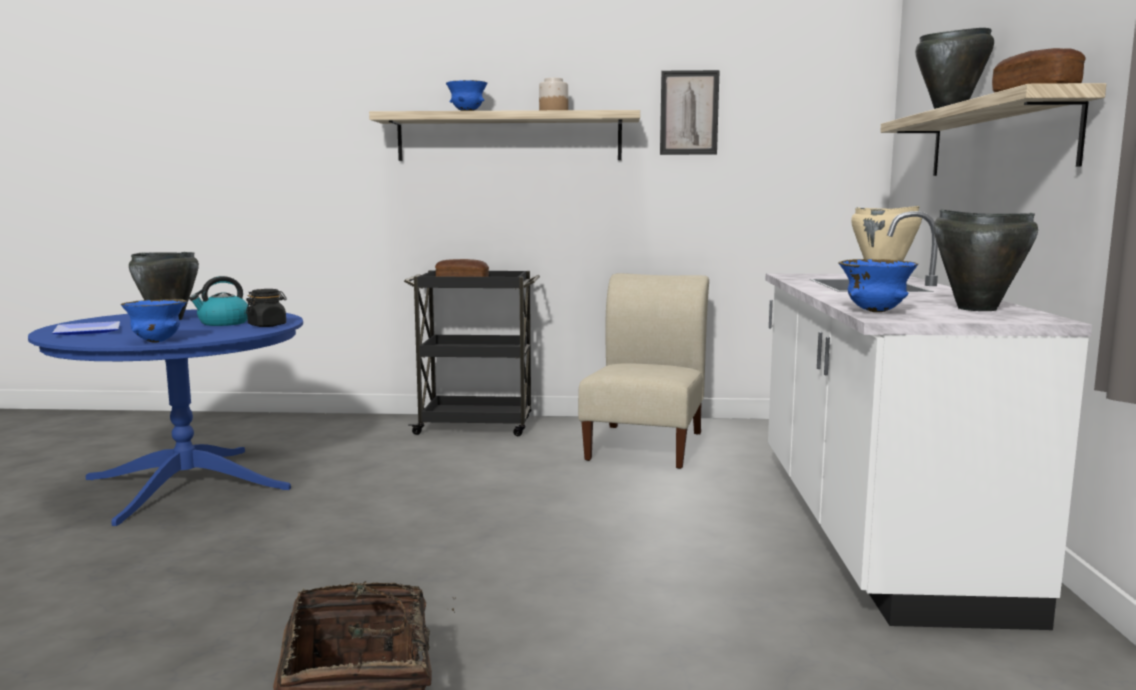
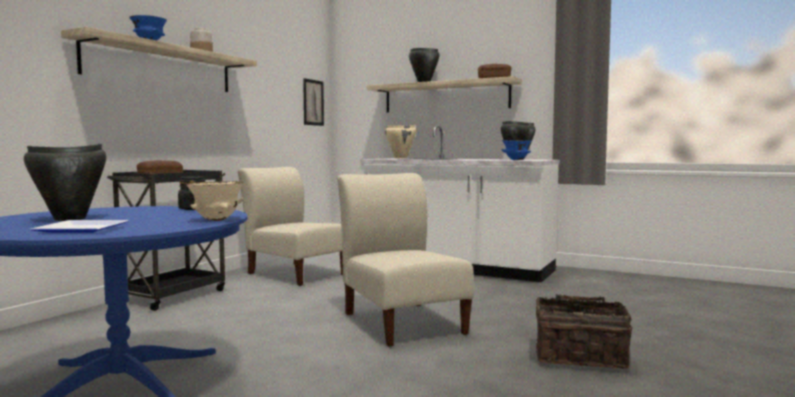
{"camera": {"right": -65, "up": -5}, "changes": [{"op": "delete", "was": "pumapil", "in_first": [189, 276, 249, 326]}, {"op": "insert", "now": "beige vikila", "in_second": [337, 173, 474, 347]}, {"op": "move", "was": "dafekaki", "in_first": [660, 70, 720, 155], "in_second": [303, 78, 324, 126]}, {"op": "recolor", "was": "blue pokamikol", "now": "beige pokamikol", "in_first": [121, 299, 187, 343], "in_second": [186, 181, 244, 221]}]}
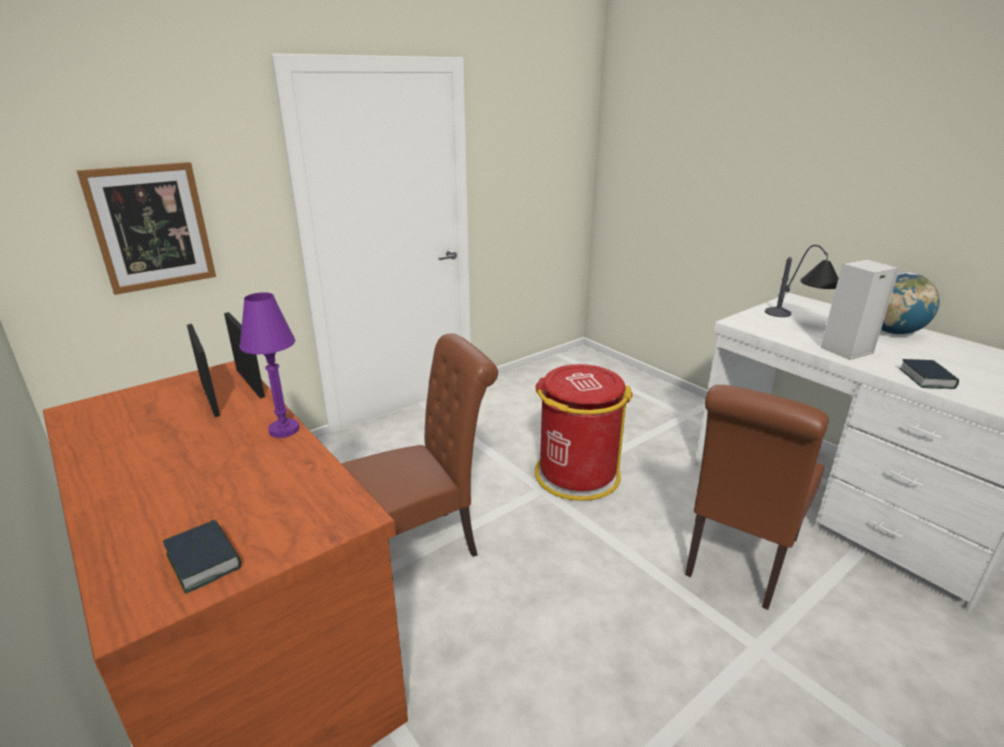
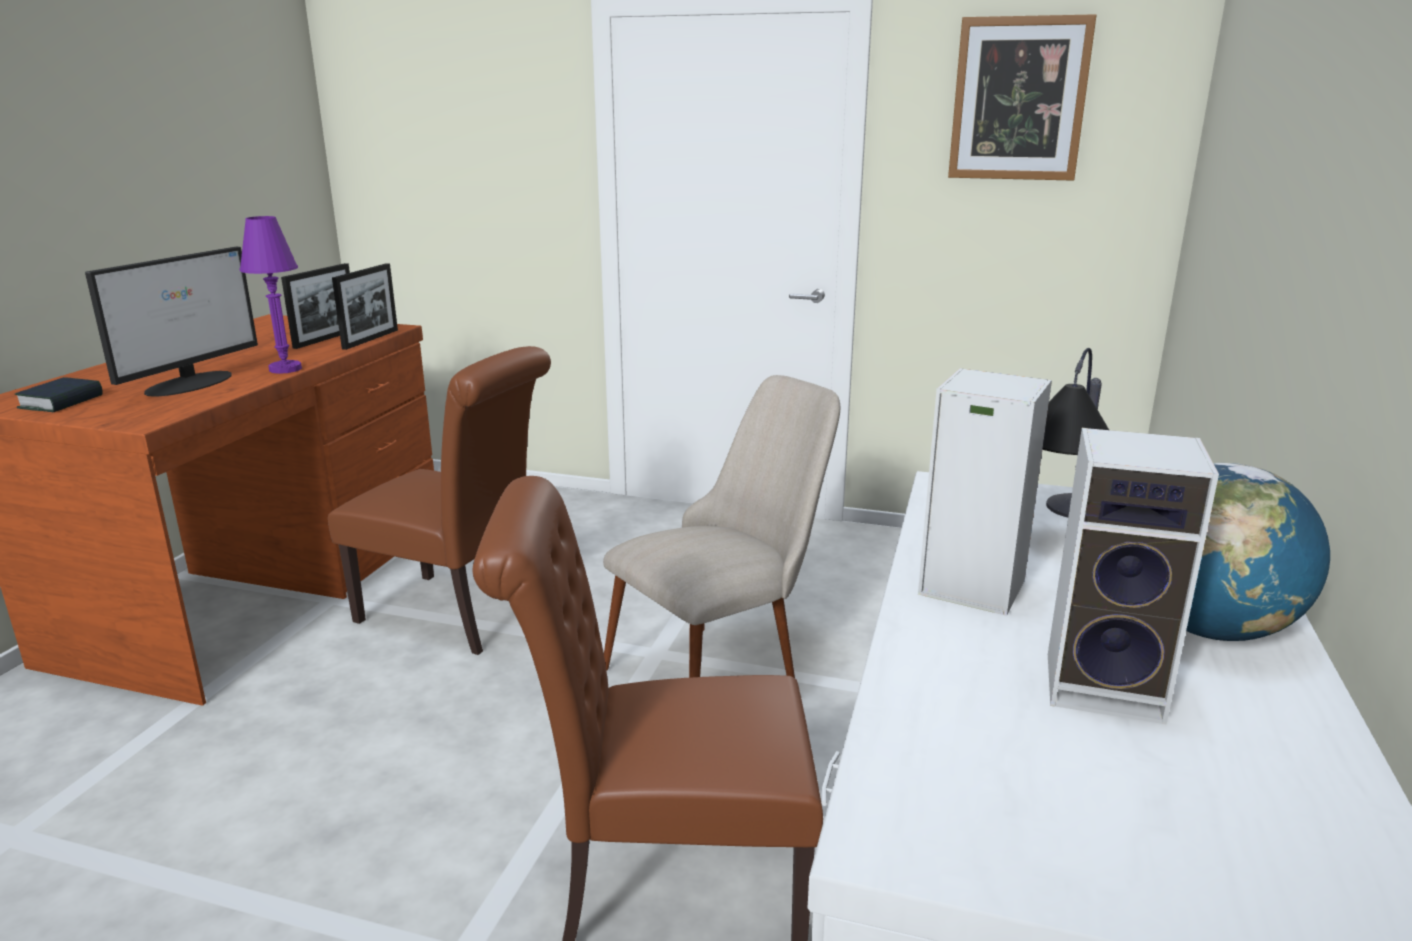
{"camera": {"right": 55, "up": -5}, "changes": [{"op": "delete", "was": "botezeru", "in_first": [899, 359, 959, 389]}, {"op": "insert", "now": "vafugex", "in_second": [85, 247, 258, 397]}, {"op": "insert", "now": "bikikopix", "in_second": [1048, 428, 1219, 725]}, {"op": "move", "was": "dafekaki", "in_first": [77, 162, 216, 295], "in_second": [948, 14, 1096, 181]}, {"op": "replace", "was": "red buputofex", "now": "beige vikila", "in_first": [535, 364, 633, 501], "in_second": [603, 375, 840, 678]}]}
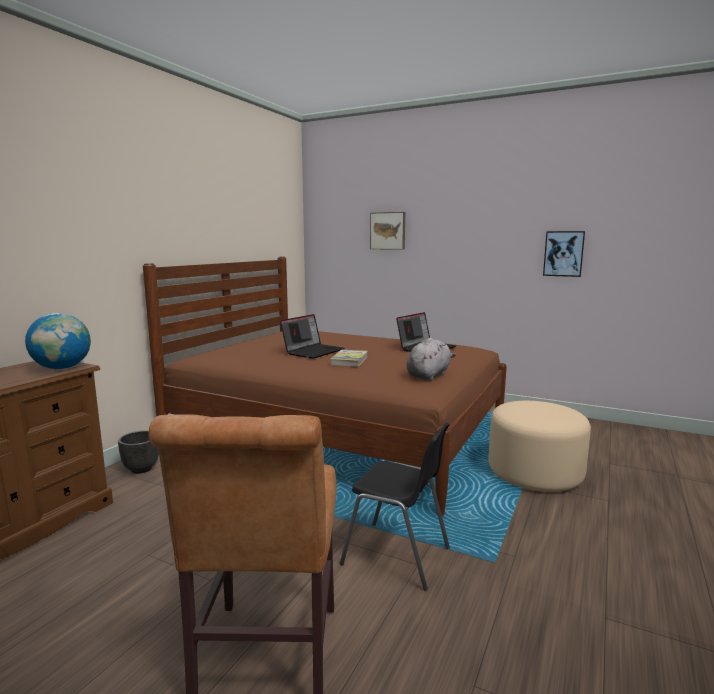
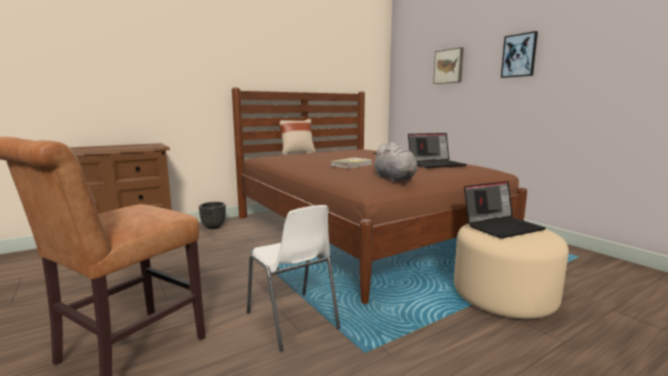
{"camera": {"right": 30, "up": 0}, "changes": [{"op": "delete", "was": "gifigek", "in_first": [25, 313, 91, 369]}, {"op": "insert", "now": "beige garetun", "in_second": [279, 119, 316, 154]}, {"op": "move", "was": "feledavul", "in_first": [280, 314, 345, 359], "in_second": [464, 181, 546, 239]}, {"op": "move", "was": "dafekaki", "in_first": [543, 231, 585, 277], "in_second": [501, 31, 538, 78]}, {"op": "recolor", "was": "black vikila", "now": "white vikila", "in_first": [340, 423, 450, 591], "in_second": [247, 205, 341, 351]}, {"op": "rotate", "was": "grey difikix", "in_first": [407, 338, 456, 381], "in_second": [372, 142, 418, 182], "clockwise": 90}]}
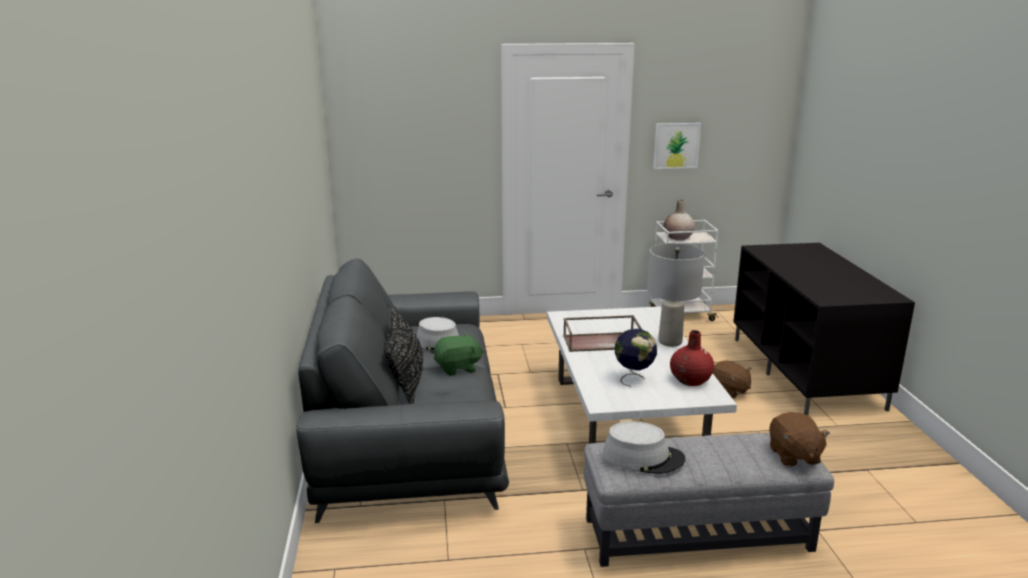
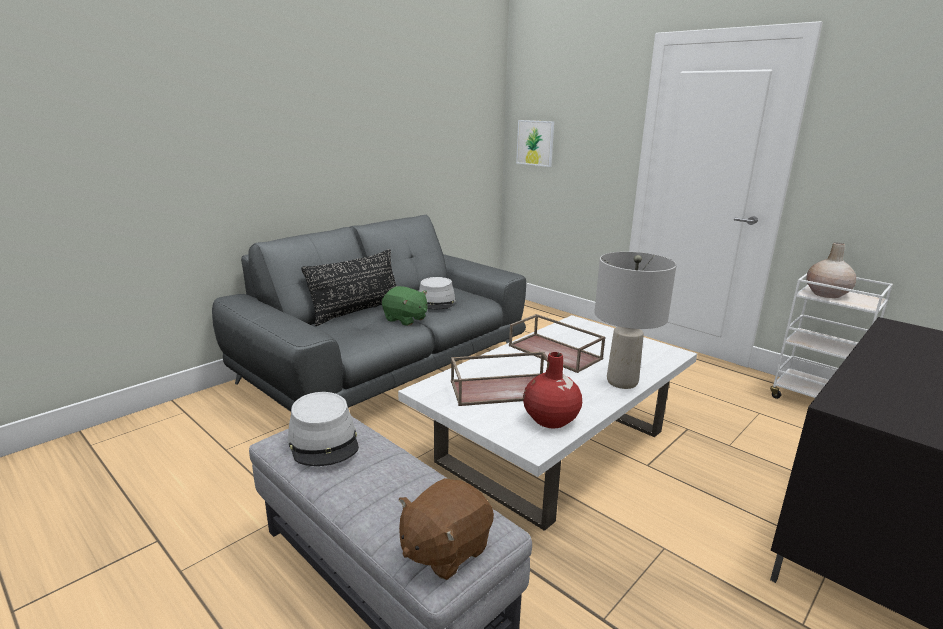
{"camera": {"right": 50, "up": 0}, "changes": [{"op": "delete", "was": "brown difikix", "in_first": [713, 360, 752, 399]}, {"op": "move", "was": "dafekaki", "in_first": [653, 123, 701, 169], "in_second": [516, 120, 554, 167]}, {"op": "replace", "was": "gifigek", "now": "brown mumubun", "in_first": [615, 328, 657, 387], "in_second": [451, 352, 548, 406]}]}
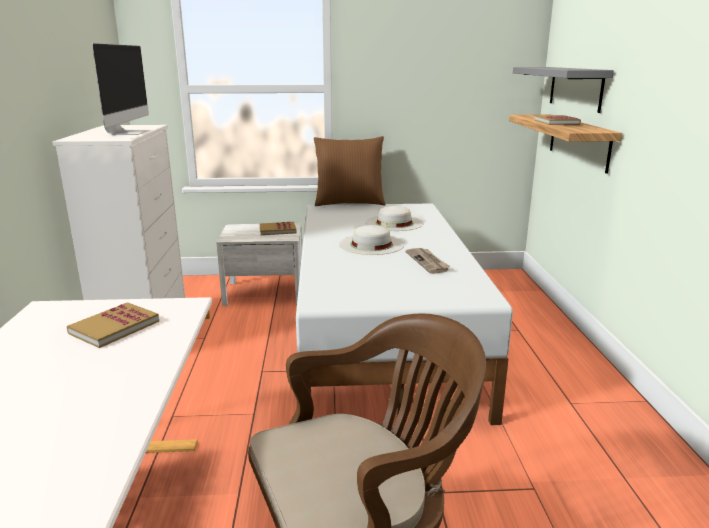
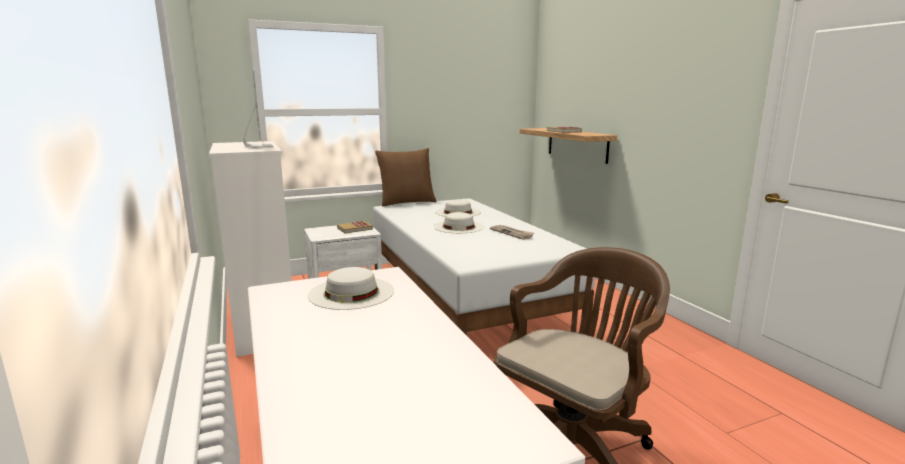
{"camera": {"right": -20, "up": -5}, "changes": [{"op": "delete", "was": "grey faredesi", "in_first": [513, 67, 614, 113]}, {"op": "replace", "was": "botezeru", "now": "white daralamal", "in_first": [67, 302, 159, 348], "in_second": [308, 267, 394, 310]}]}
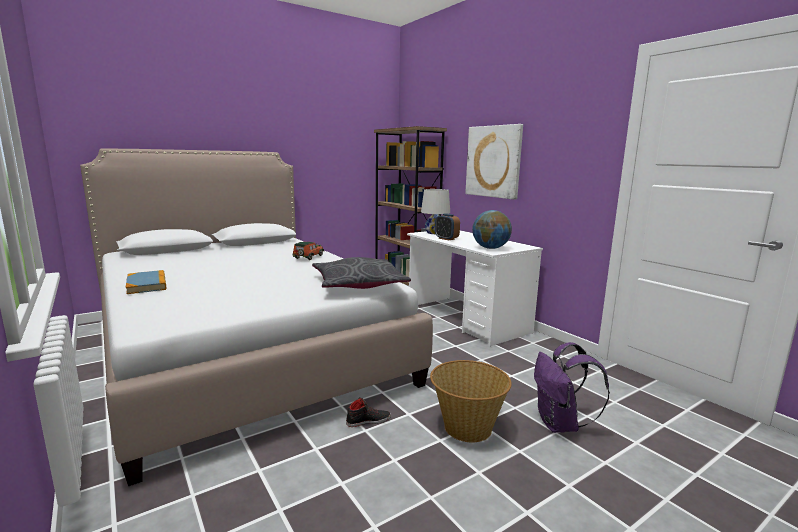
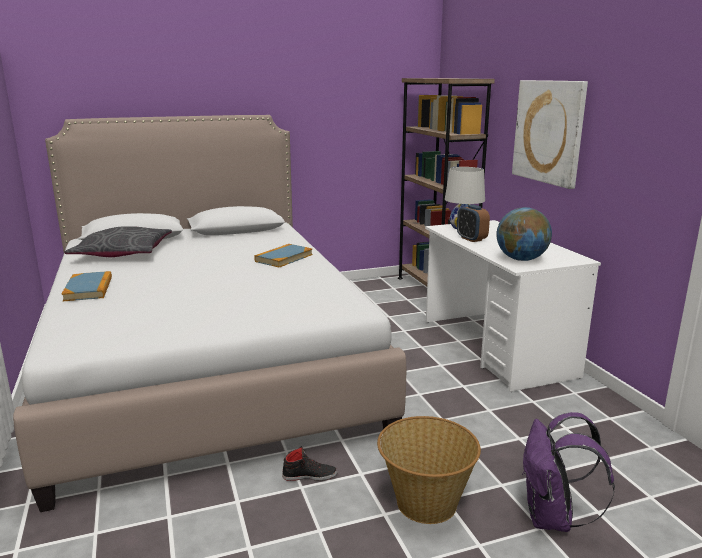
{"camera": {"right": 15, "up": 5}, "changes": [{"op": "move", "was": "grey garetun", "in_first": [312, 257, 411, 289], "in_second": [64, 226, 172, 257]}, {"op": "replace", "was": "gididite", "now": "botezeru", "in_first": [293, 242, 324, 260], "in_second": [254, 244, 313, 267]}]}
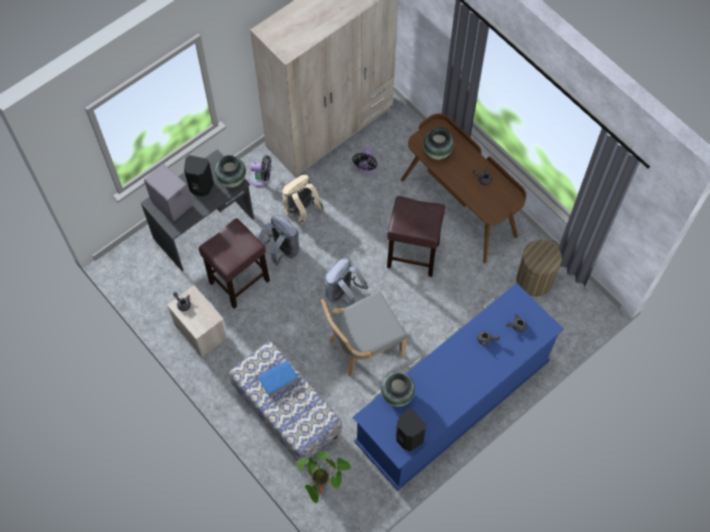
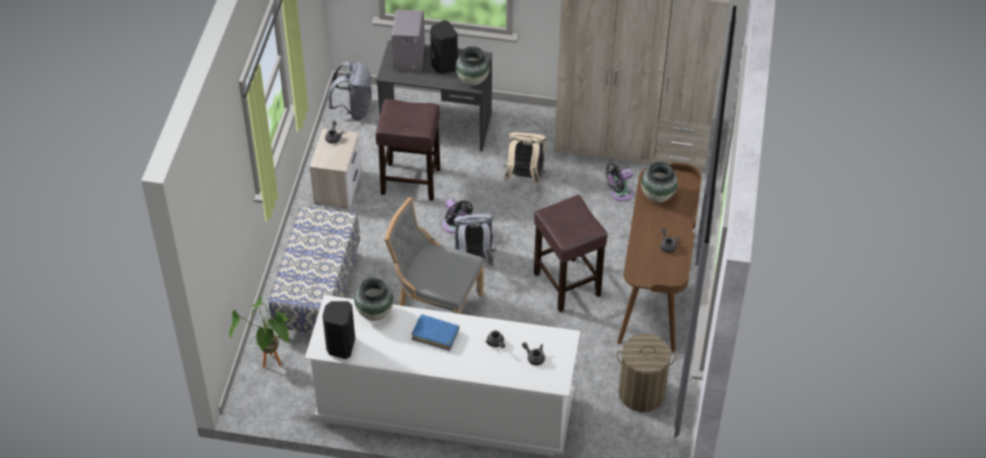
{"camera": {"right": 50, "up": -15}, "changes": [{"op": "move", "was": "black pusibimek", "in_first": [250, 156, 271, 187], "in_second": [443, 199, 473, 234]}, {"op": "move", "was": "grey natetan", "in_first": [258, 215, 299, 266], "in_second": [328, 61, 372, 121]}, {"op": "move", "was": "blue botezeru", "in_first": [258, 361, 299, 397], "in_second": [412, 314, 459, 351]}, {"op": "recolor", "was": "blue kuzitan", "now": "white kuzitan", "in_first": [353, 283, 564, 491], "in_second": [305, 295, 580, 456]}]}
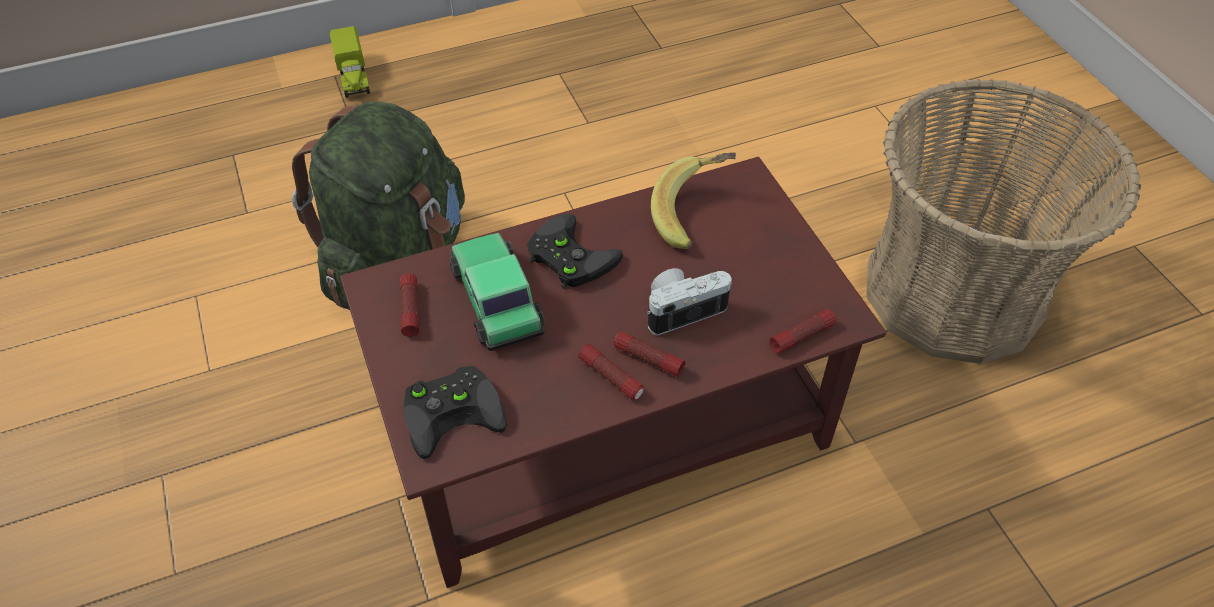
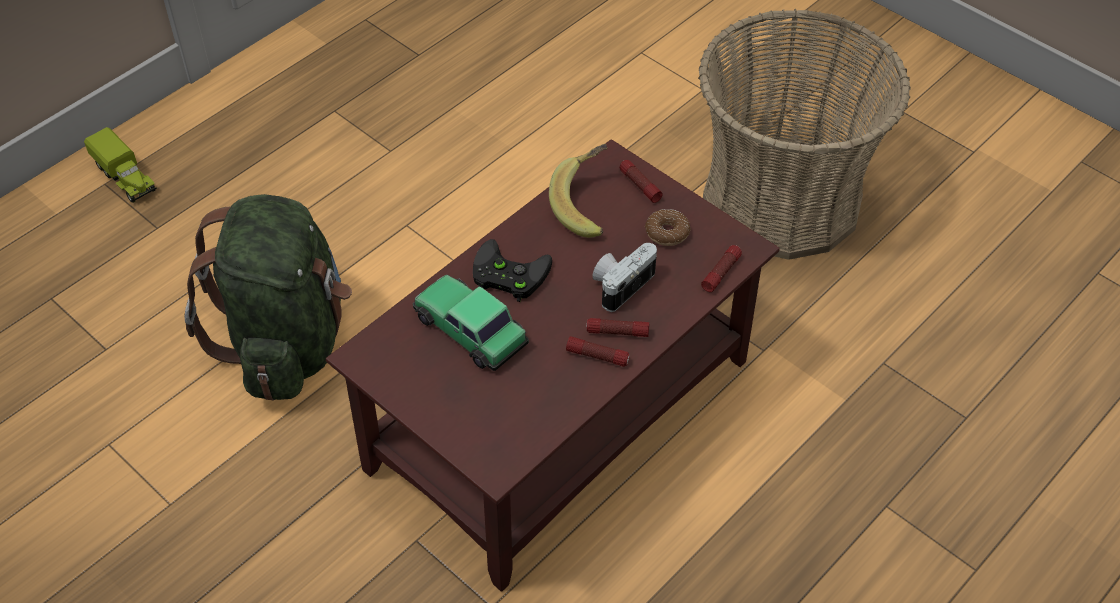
{"camera": {"right": -25, "up": 0}, "changes": [{"op": "delete", "was": "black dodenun", "in_first": [404, 366, 507, 459]}, {"op": "insert", "now": "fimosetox", "in_second": [645, 209, 691, 246]}, {"op": "move", "was": "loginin", "in_first": [400, 273, 419, 337], "in_second": [620, 160, 663, 203]}]}
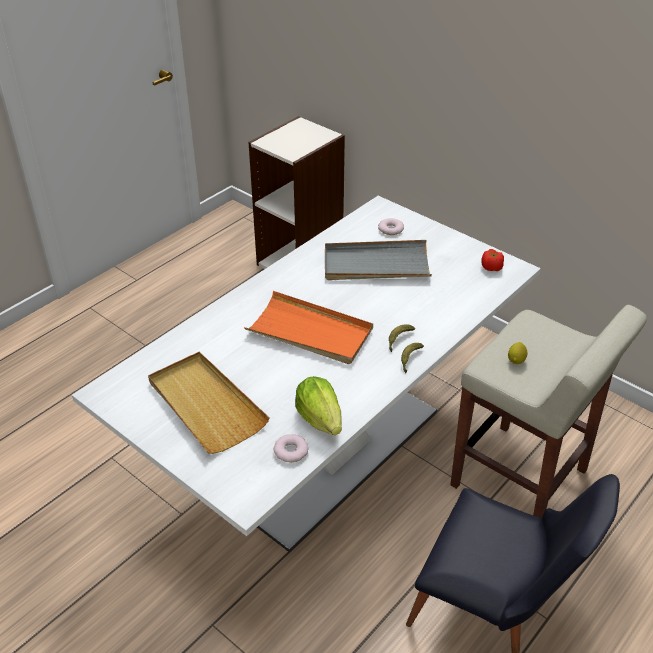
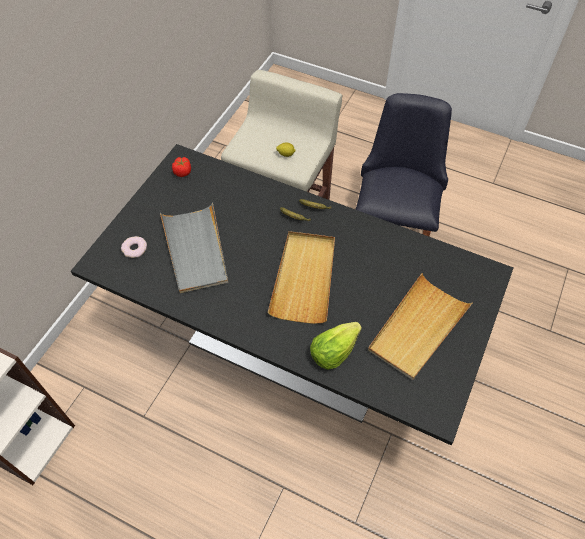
{"camera": {"right": -105, "up": 15}, "changes": [{"op": "delete", "was": "fimosetox", "in_first": [274, 434, 309, 462]}, {"op": "move", "was": "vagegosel", "in_first": [295, 376, 342, 435], "in_second": [310, 322, 362, 369]}, {"op": "recolor", "was": "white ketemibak", "now": "black ketemibak", "in_first": [72, 196, 541, 552], "in_second": [71, 144, 513, 445]}, {"op": "recolor", "was": "orange mumubun", "now": "beige mumubun", "in_first": [244, 291, 373, 364], "in_second": [268, 231, 335, 324]}]}
